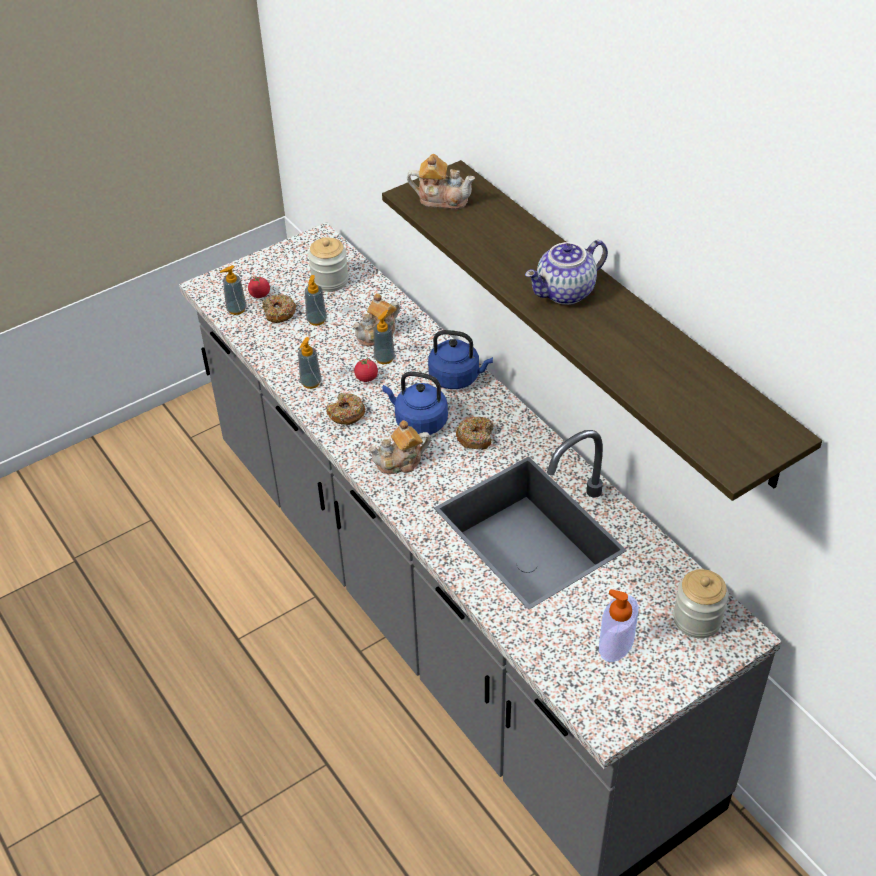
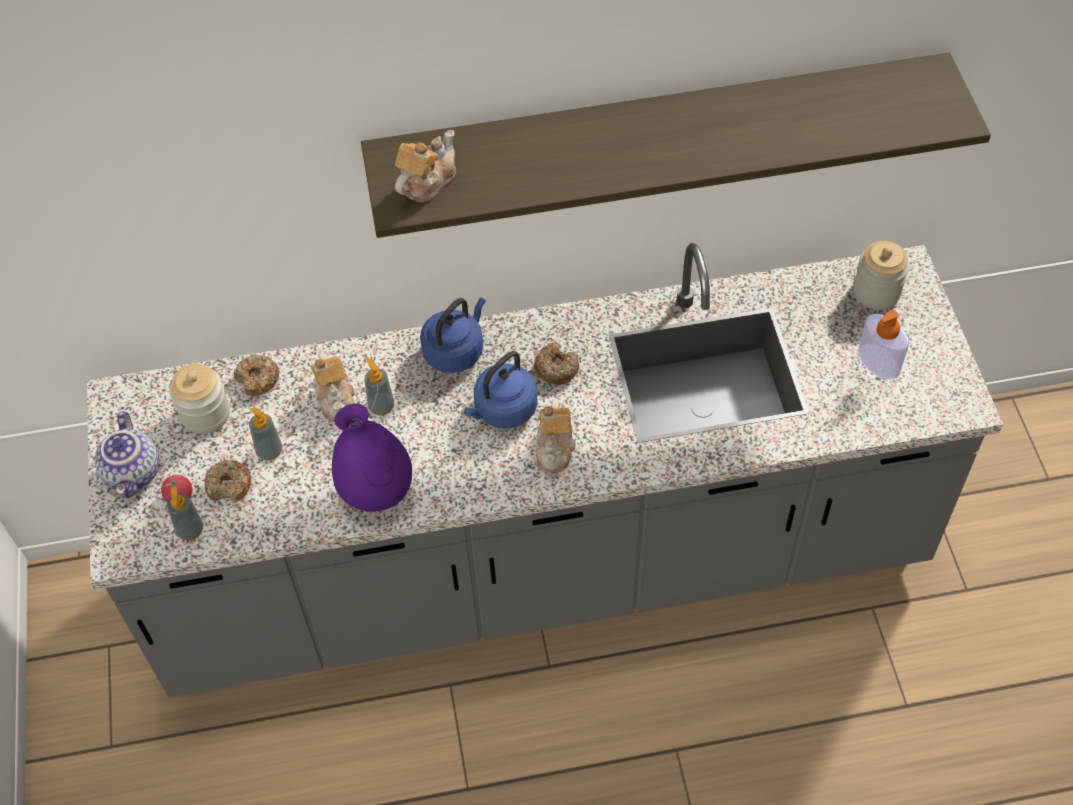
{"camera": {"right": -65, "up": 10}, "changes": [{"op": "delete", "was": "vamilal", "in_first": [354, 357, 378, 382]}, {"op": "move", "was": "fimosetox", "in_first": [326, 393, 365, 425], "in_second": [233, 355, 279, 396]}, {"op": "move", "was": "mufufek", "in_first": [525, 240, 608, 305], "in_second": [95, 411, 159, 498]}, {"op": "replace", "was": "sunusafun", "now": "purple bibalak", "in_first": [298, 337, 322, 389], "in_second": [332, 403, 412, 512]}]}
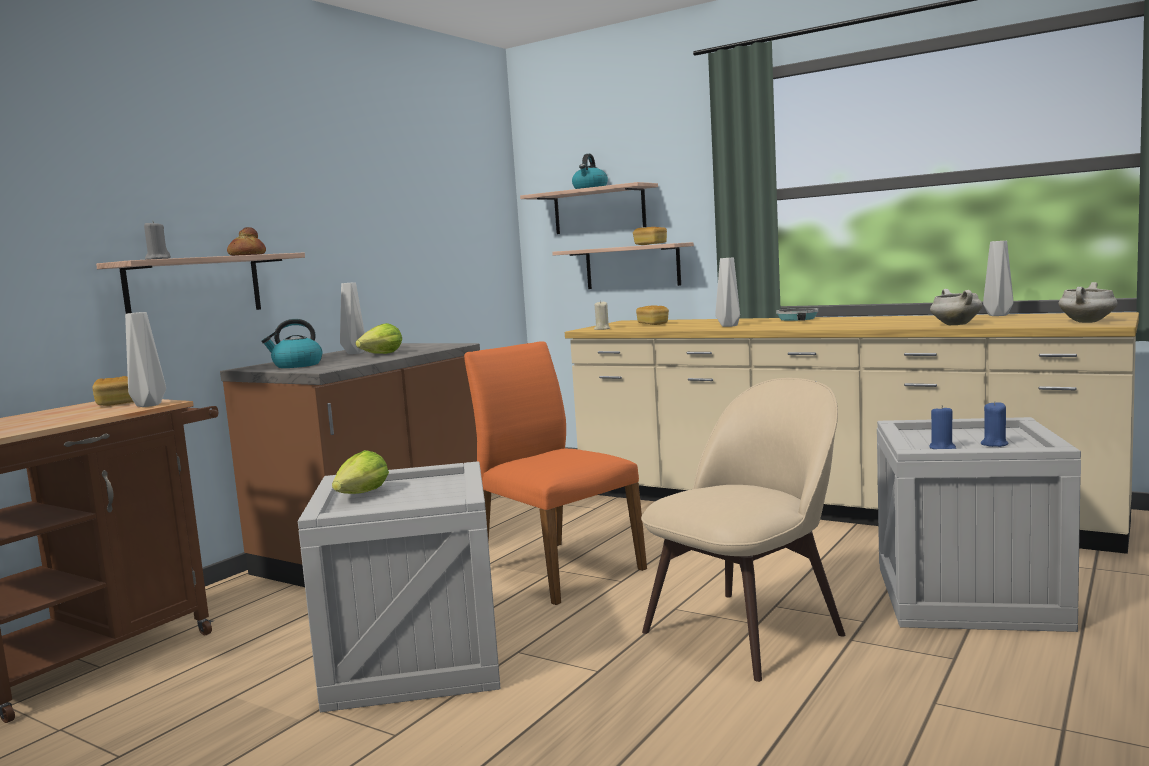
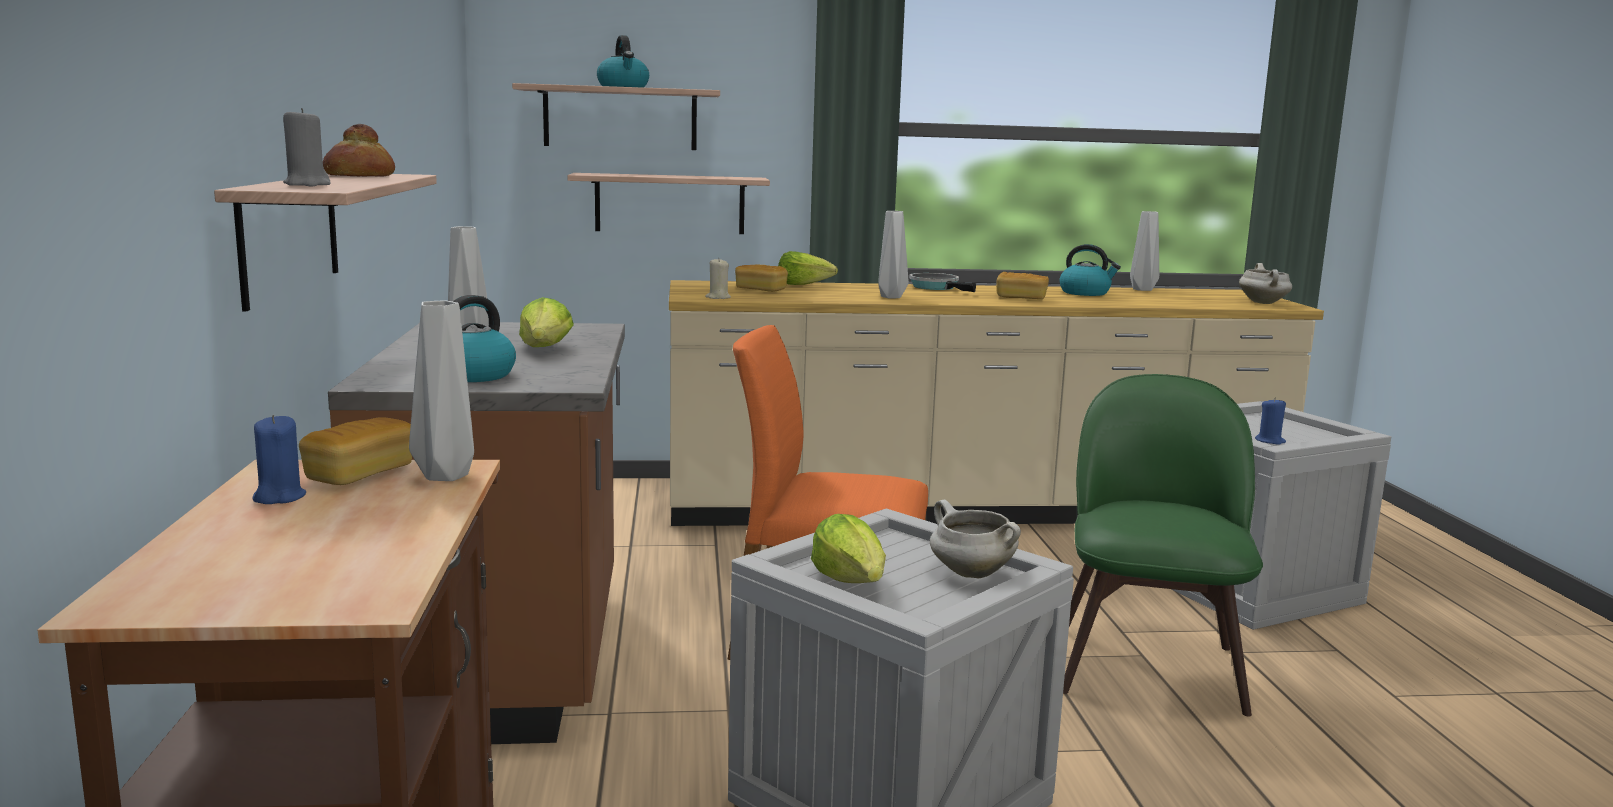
{"camera": {"right": -40, "up": 5}, "changes": [{"op": "insert", "now": "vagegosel", "in_second": [778, 251, 838, 285]}, {"op": "insert", "now": "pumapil", "in_second": [1059, 244, 1121, 296]}, {"op": "move", "was": "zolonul", "in_first": [633, 227, 667, 245], "in_second": [996, 272, 1049, 299]}, {"op": "move", "was": "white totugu", "in_first": [930, 289, 982, 325], "in_second": [930, 500, 1021, 578]}, {"op": "move", "was": "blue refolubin", "in_first": [981, 401, 1009, 447], "in_second": [252, 415, 306, 504]}, {"op": "recolor", "was": "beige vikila", "now": "green vikila", "in_first": [641, 378, 846, 682], "in_second": [1063, 374, 1263, 716]}]}
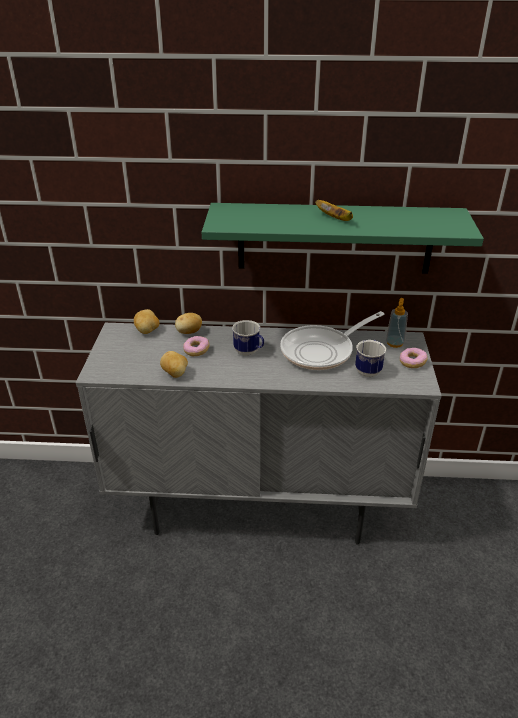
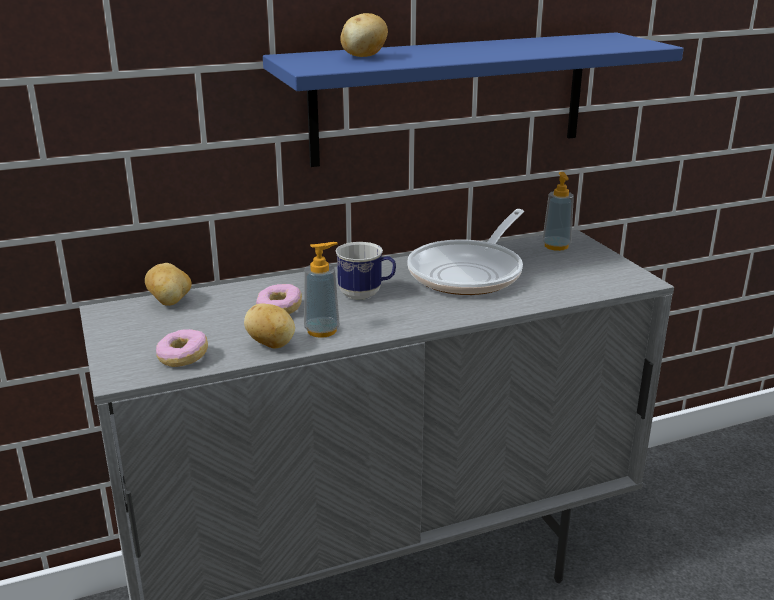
{"camera": {"right": -25, "up": -10}, "changes": [{"op": "delete", "was": "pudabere", "in_first": [315, 200, 353, 221]}, {"op": "delete", "was": "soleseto", "in_first": [355, 340, 386, 377]}, {"op": "insert", "now": "sunusafun", "in_second": [304, 242, 340, 338]}, {"op": "move", "was": "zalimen", "in_first": [175, 313, 202, 334], "in_second": [340, 13, 388, 57]}, {"op": "move", "was": "fimosetox", "in_first": [400, 348, 427, 368], "in_second": [156, 329, 208, 367]}, {"op": "recolor", "was": "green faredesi", "now": "blue faredesi", "in_first": [201, 203, 484, 274], "in_second": [263, 32, 684, 167]}]}
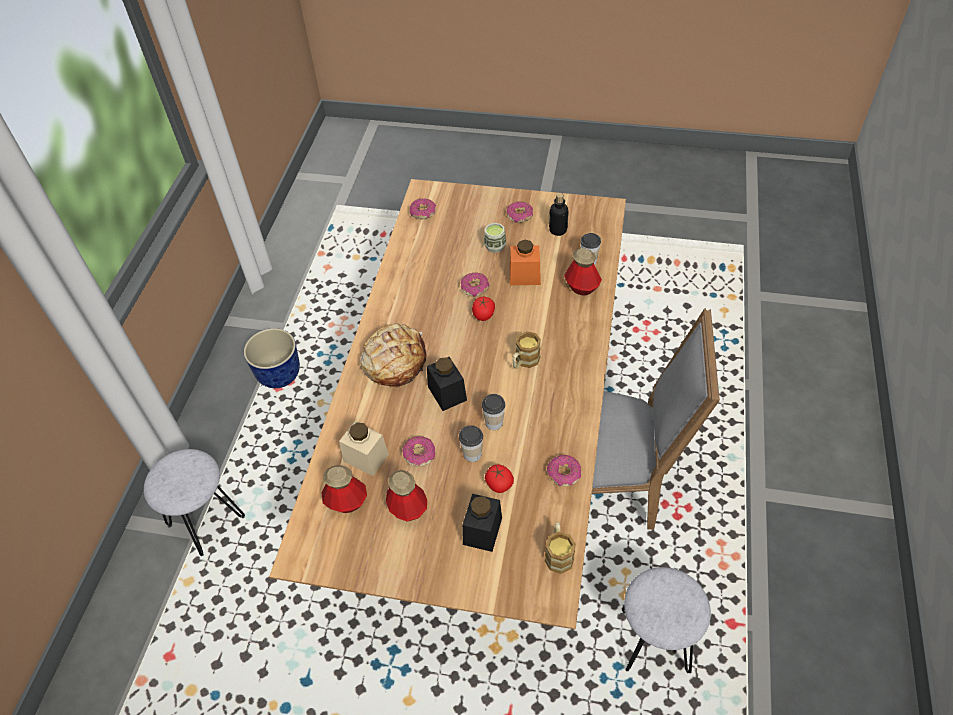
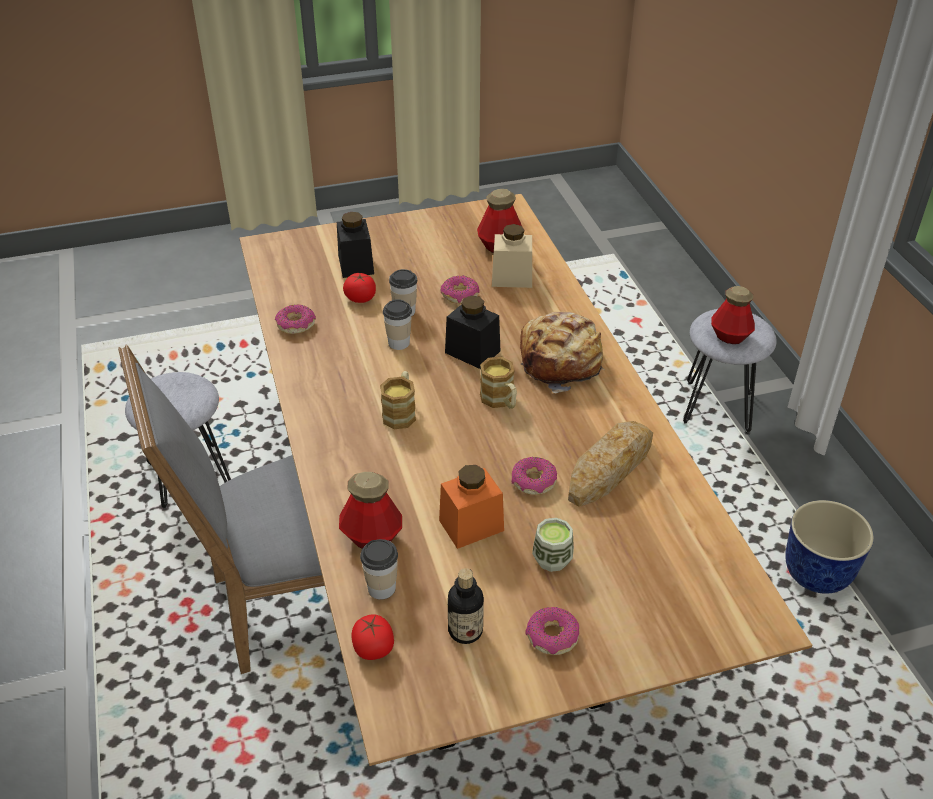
{"camera": {"right": 150, "up": -10}, "changes": [{"op": "delete", "was": "fimosetox", "in_first": [410, 198, 436, 219]}, {"op": "insert", "now": "zolonul", "in_second": [568, 421, 653, 507]}, {"op": "move", "was": "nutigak", "in_first": [386, 470, 427, 521], "in_second": [711, 286, 755, 344]}, {"op": "move", "was": "vamilal", "in_first": [472, 297, 495, 321], "in_second": [351, 614, 394, 660]}, {"op": "move", "was": "soleseto", "in_first": [545, 522, 576, 574], "in_second": [480, 357, 517, 409]}]}
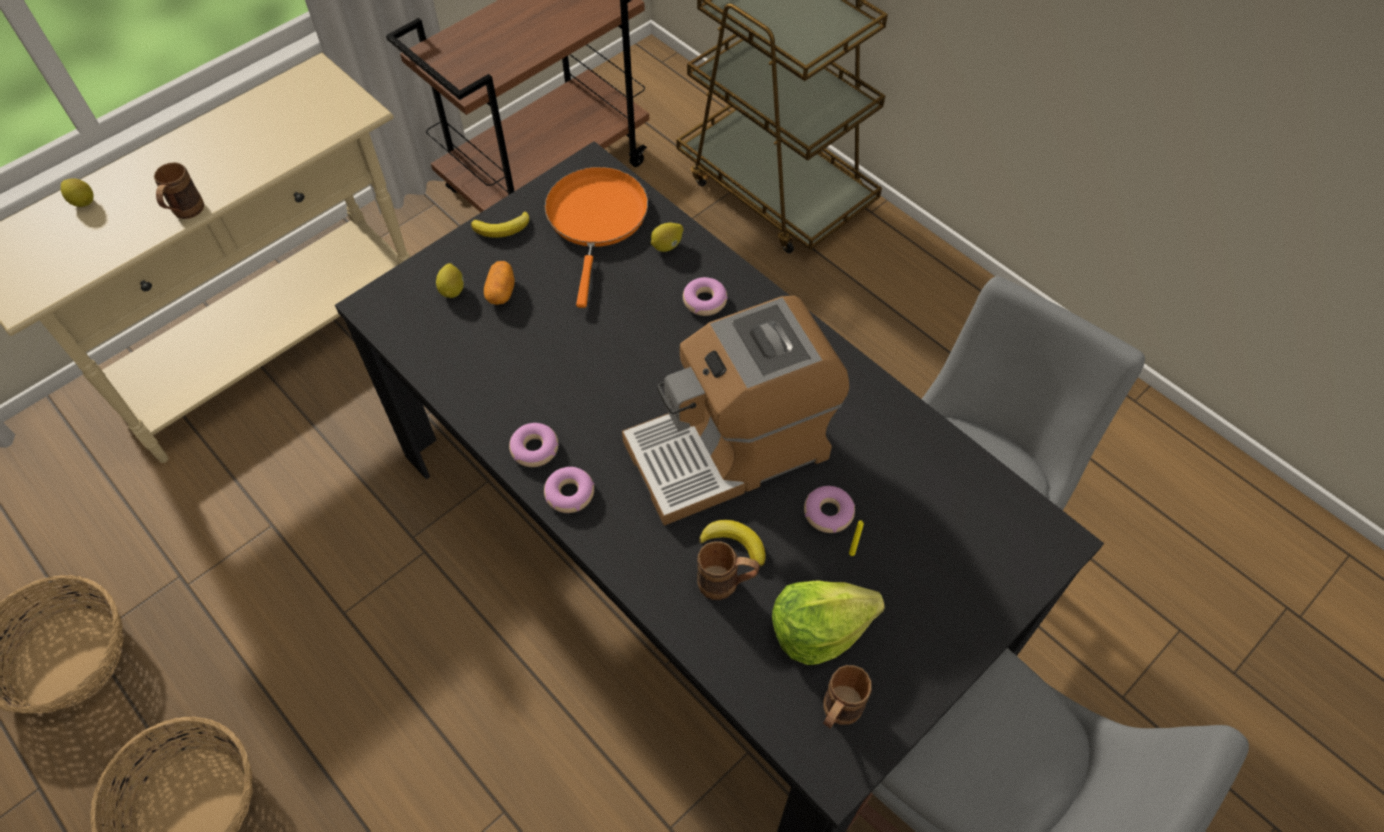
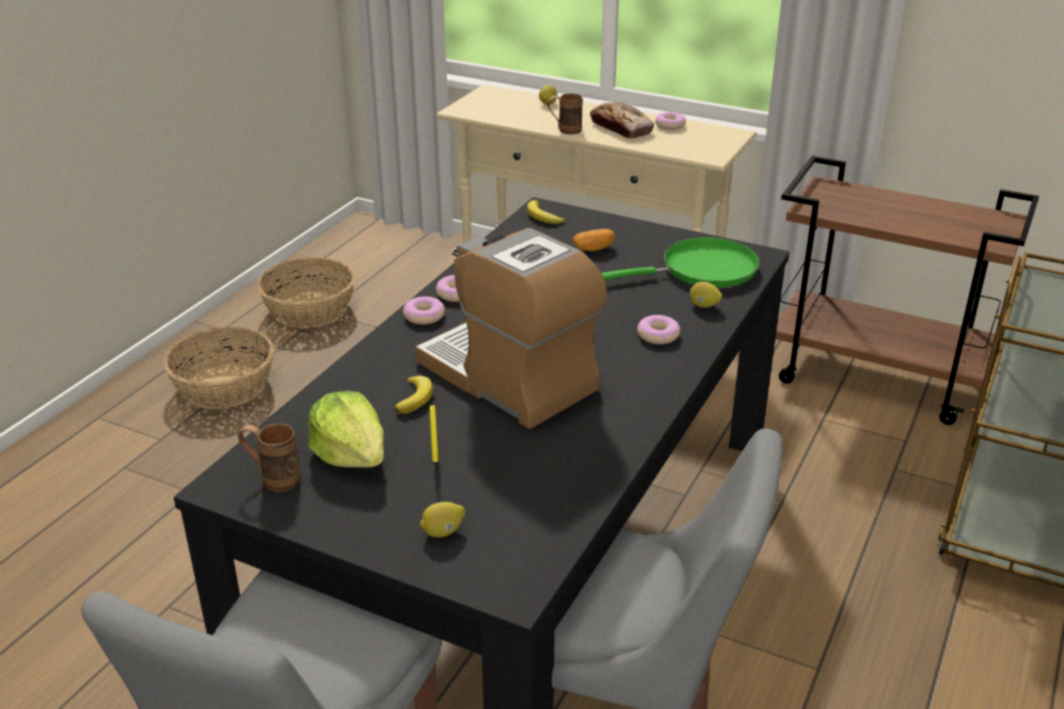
{"camera": {"right": 70, "up": -25}, "changes": [{"op": "delete", "was": "brown soleseto", "in_first": [697, 541, 760, 600]}, {"op": "insert", "now": "zolonul", "in_second": [590, 100, 654, 138]}, {"op": "move", "was": "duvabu", "in_first": [436, 263, 464, 298], "in_second": [420, 502, 465, 538]}, {"op": "move", "was": "pudabere", "in_first": [471, 211, 529, 238], "in_second": [527, 200, 565, 224]}, {"op": "move", "was": "fimosetox", "in_first": [804, 486, 855, 533], "in_second": [655, 112, 686, 130]}, {"op": "recolor", "was": "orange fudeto", "now": "green fudeto", "in_first": [545, 167, 648, 308], "in_second": [602, 237, 760, 287]}]}
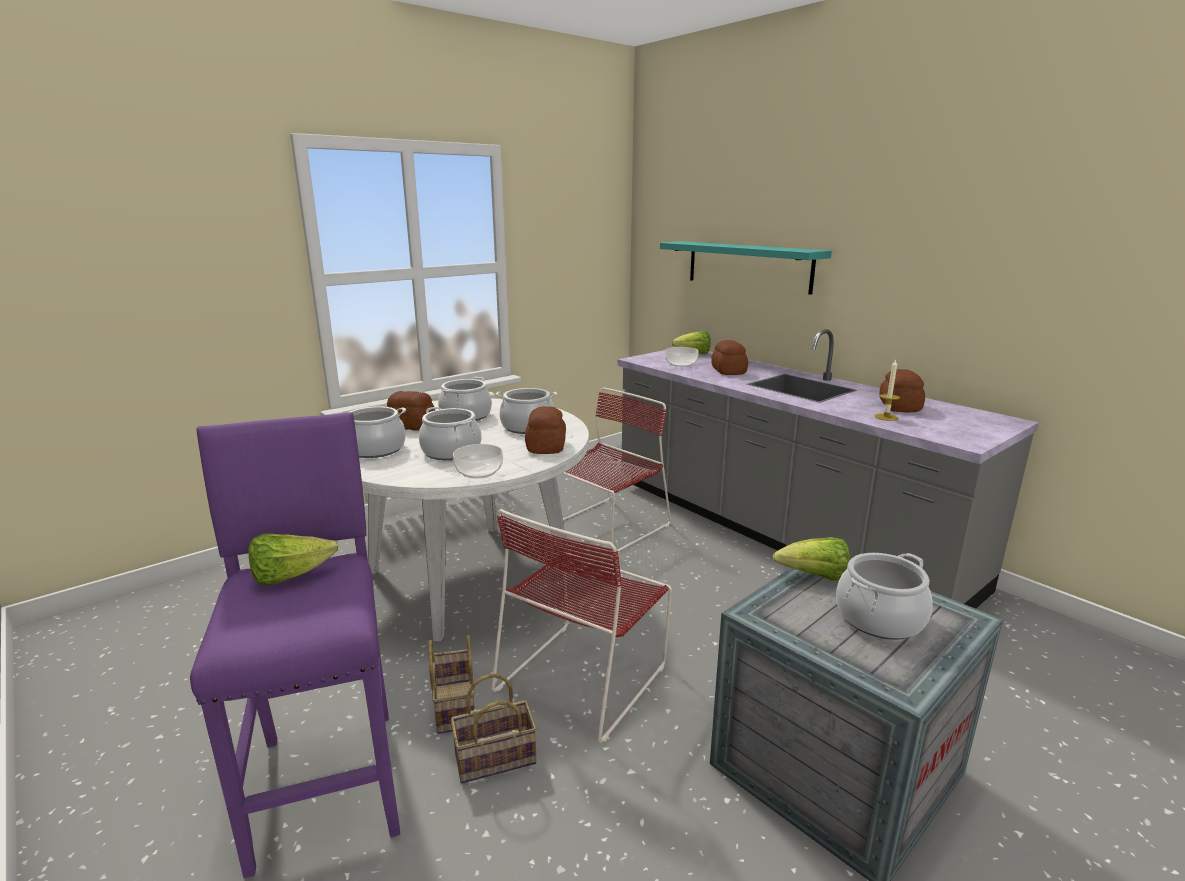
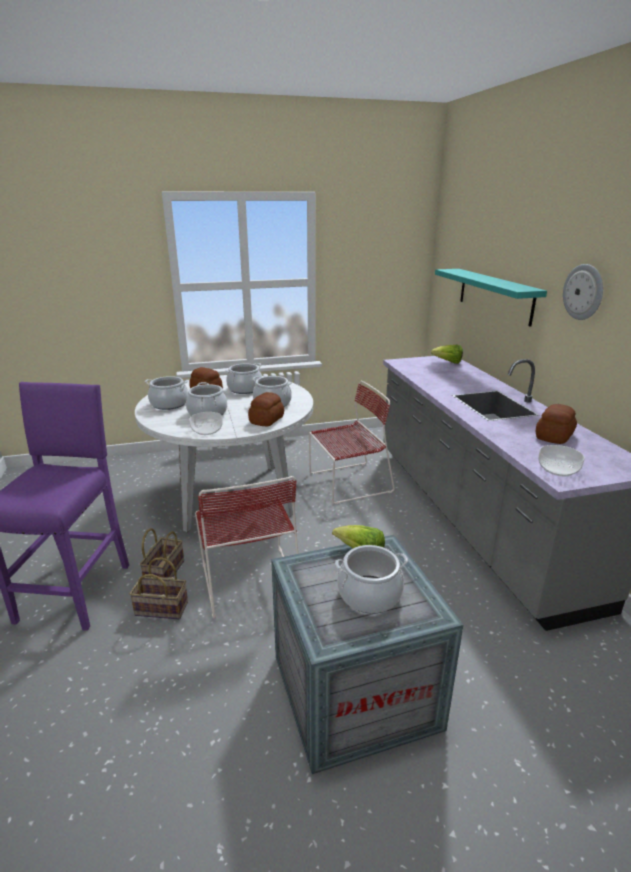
{"camera": {"right": 25, "up": 5}, "changes": [{"op": "delete", "was": "vagegosel", "in_first": [248, 533, 339, 585]}, {"op": "delete", "was": "zolonul", "in_first": [711, 340, 748, 375]}, {"op": "delete", "was": "refolubin", "in_first": [875, 359, 900, 421]}, {"op": "insert", "now": "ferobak", "in_second": [563, 264, 603, 320]}, {"op": "move", "was": "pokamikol", "in_first": [665, 347, 699, 367], "in_second": [538, 445, 585, 476]}, {"op": "rotate", "was": "red vikila", "in_first": [491, 509, 672, 743], "in_second": [195, 476, 298, 619], "clockwise": -75}]}
